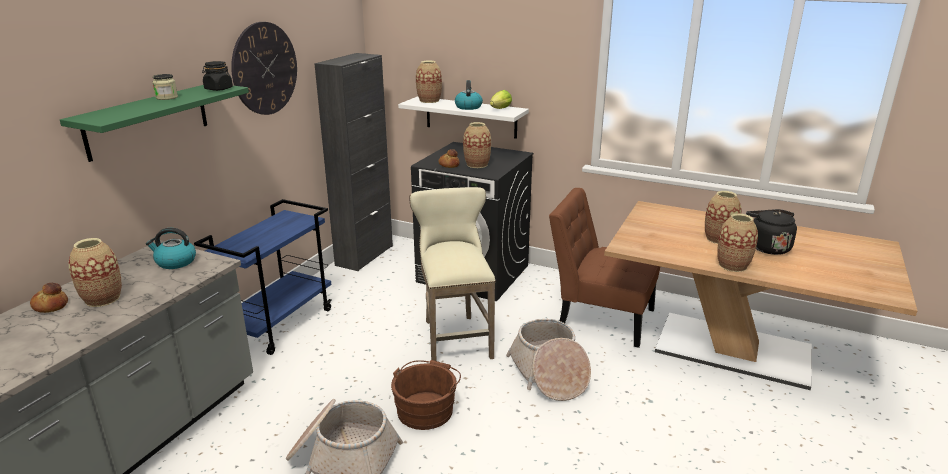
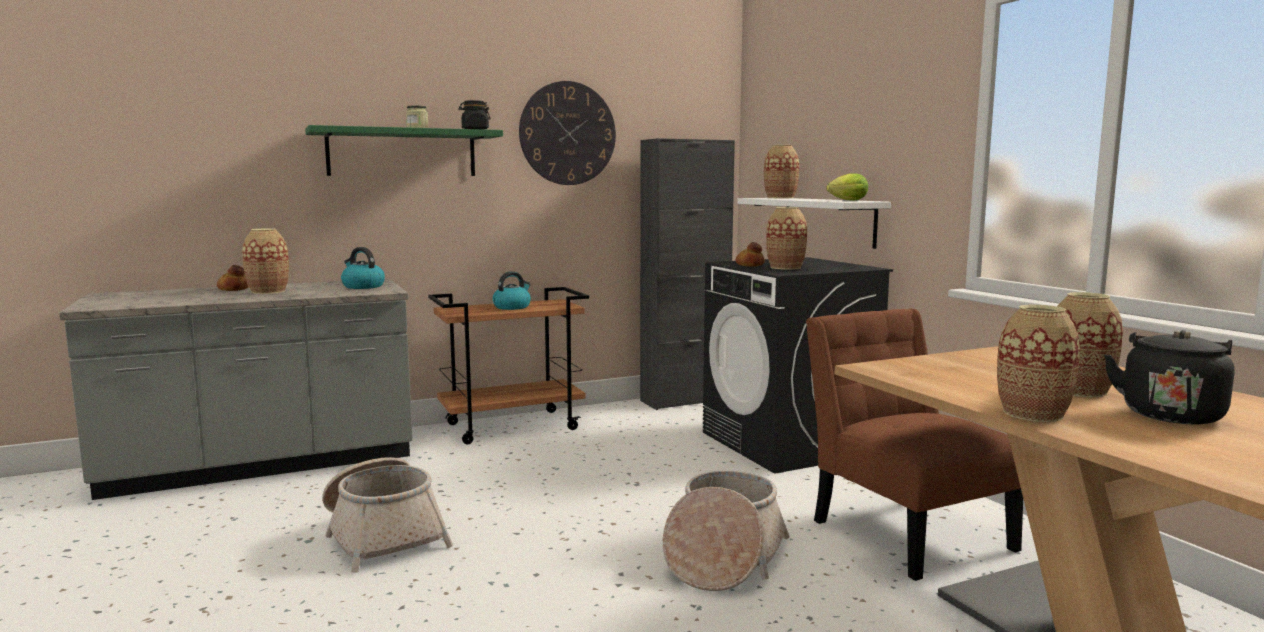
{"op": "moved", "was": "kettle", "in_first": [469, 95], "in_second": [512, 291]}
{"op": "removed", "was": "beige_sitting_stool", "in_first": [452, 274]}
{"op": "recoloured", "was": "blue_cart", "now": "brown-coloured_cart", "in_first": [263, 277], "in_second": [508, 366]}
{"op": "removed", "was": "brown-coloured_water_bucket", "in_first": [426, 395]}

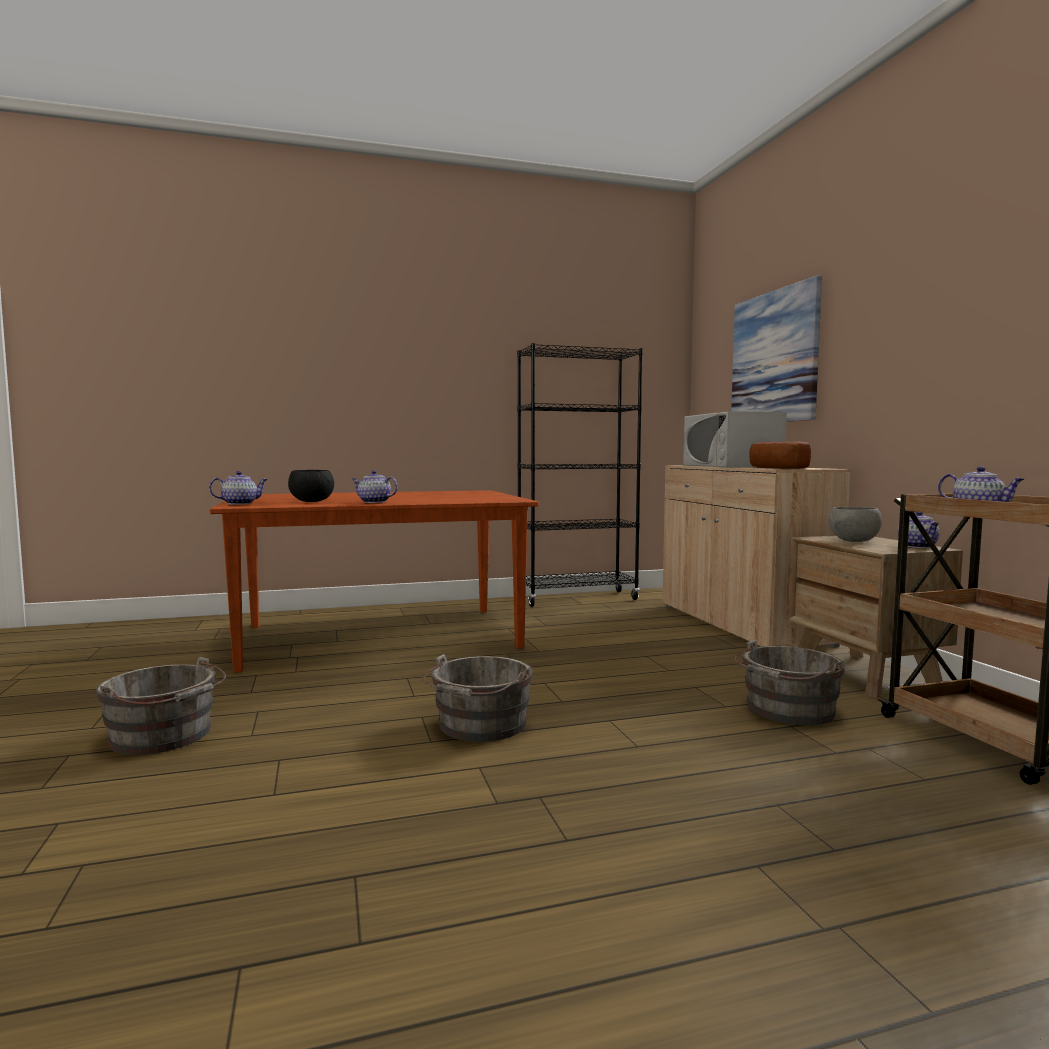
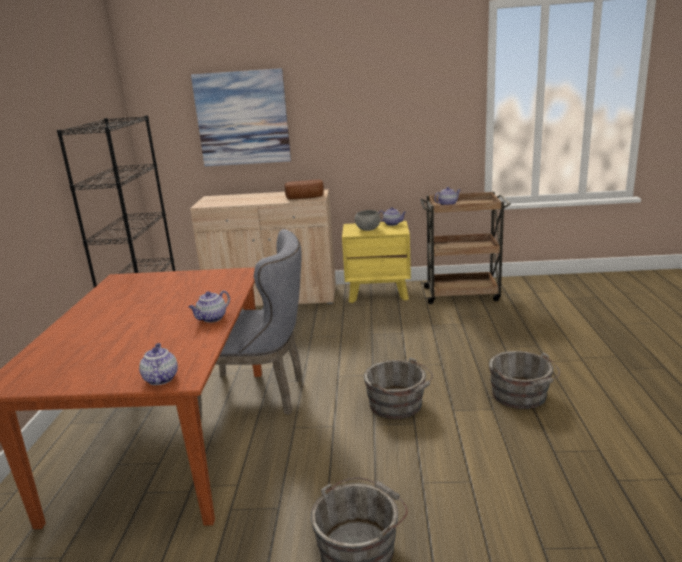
{"op": "removed", "was": "whitish_microwave", "in_first": [735, 439]}
{"op": "removed", "was": "black_deep_dish", "in_first": [311, 486]}
{"op": "recoloured", "was": "brown-coloured_nightstand", "now": "yellow-coloured_nightstand", "in_first": [875, 617], "in_second": [376, 262]}
{"op": "moved", "was": "greyish_water_bucket", "in_first": [789, 682], "in_second": [524, 380]}
{"op": "added", "now": "greyish_plain_chair", "in_second": [249, 324]}

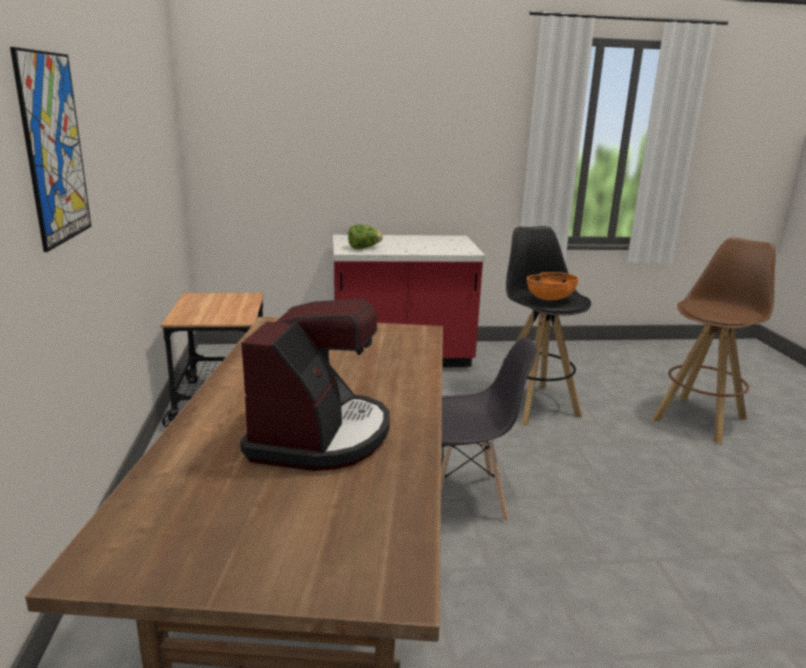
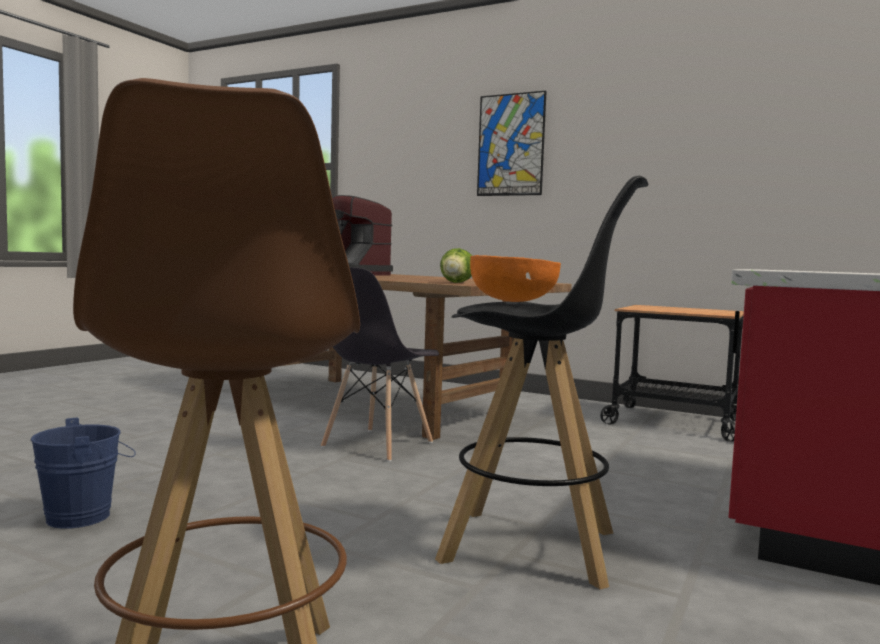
{"op": "moved", "was": "head_of_lettuce", "in_first": [365, 237], "in_second": [456, 265]}
{"op": "added", "now": "blue_water_bucket", "in_second": [83, 473]}

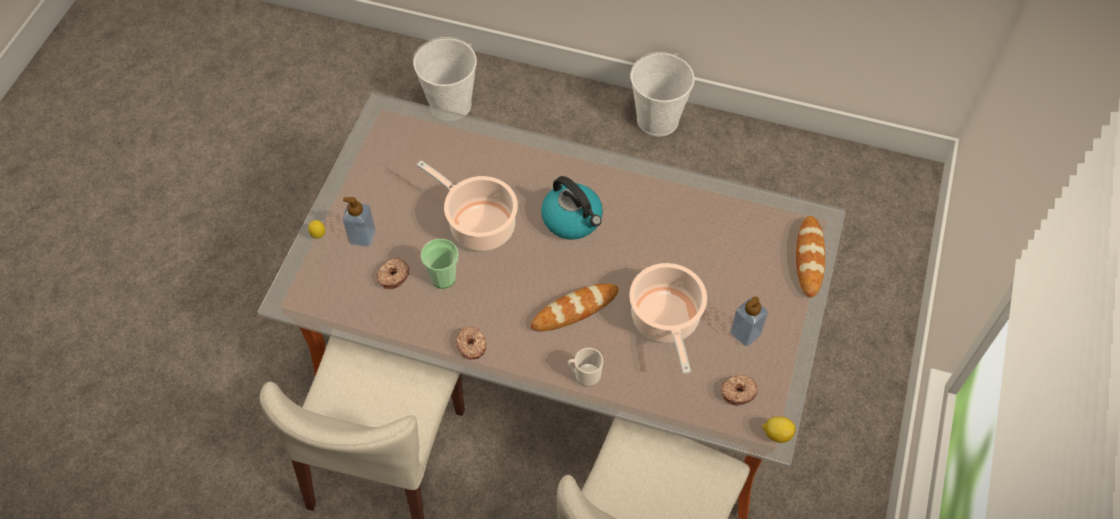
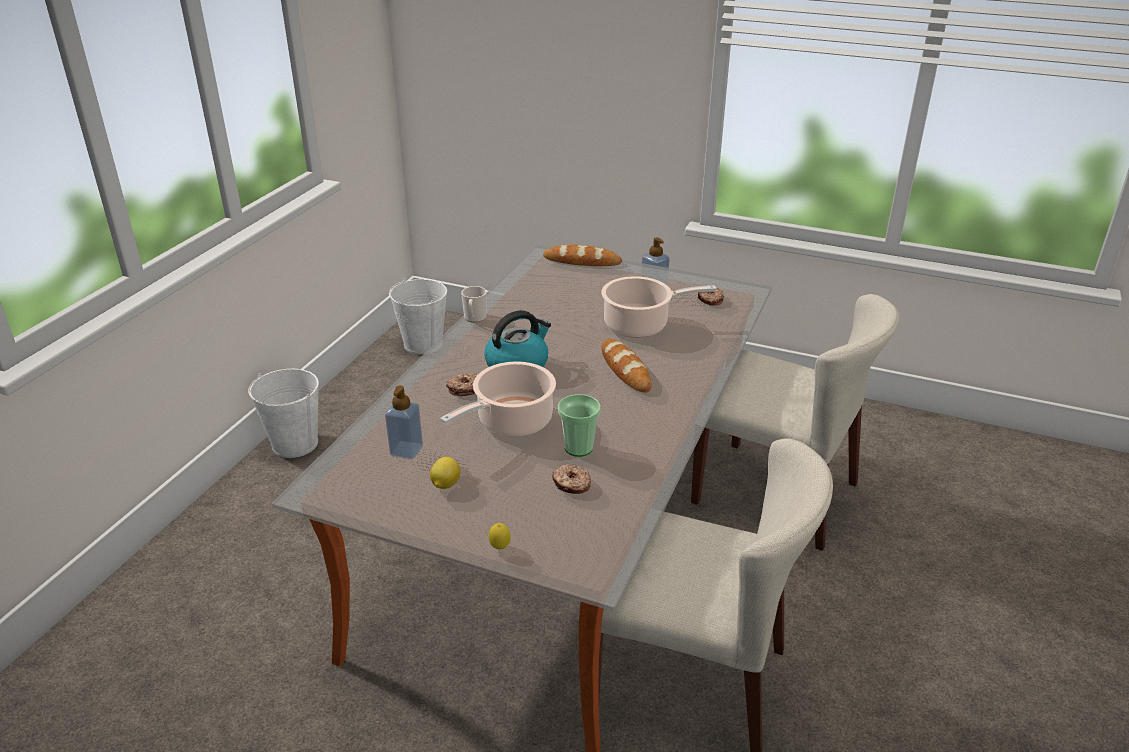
{"op": "moved", "was": "whitish_water_bucket", "in_first": [445, 76], "in_second": [418, 316]}
{"op": "moved", "was": "soap_dispenser", "in_first": [359, 222], "in_second": [404, 422]}
{"op": "moved", "was": "doughnut", "in_first": [471, 343], "in_second": [461, 384]}
{"op": "moved", "was": "coffee_mug", "in_first": [585, 367], "in_second": [474, 304]}
{"op": "moved", "was": "citrus_fruit", "in_first": [779, 429], "in_second": [445, 473]}

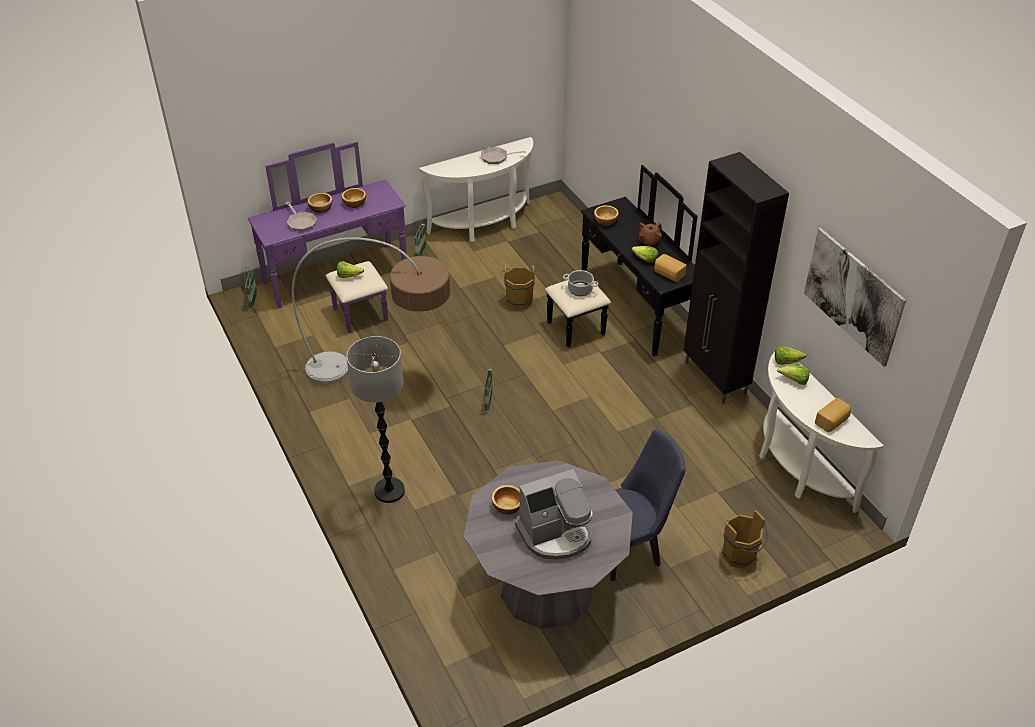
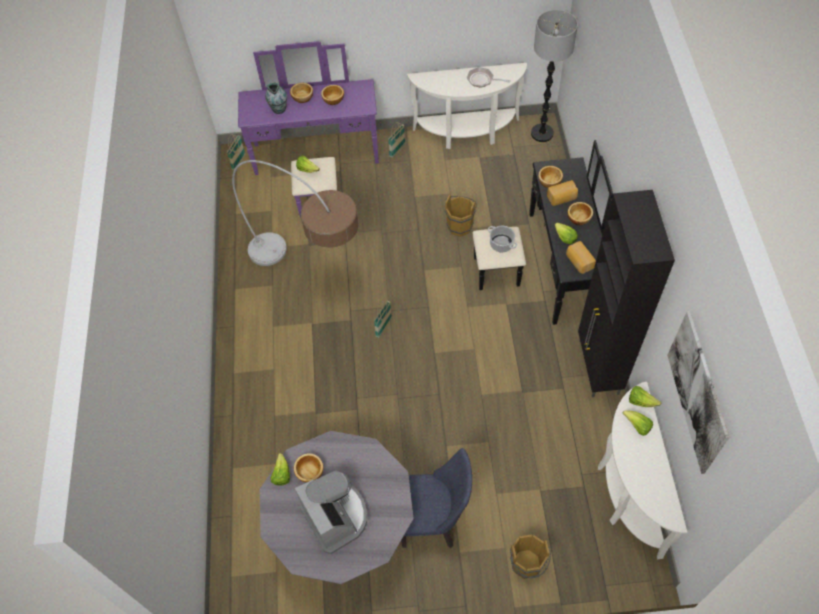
{"op": "replaced", "was": "skillet", "now": "flower_vase", "in_first": [301, 216], "in_second": [276, 98]}
{"op": "replaced", "was": "brown-coloured_teapot", "now": "deep_dish", "in_first": [650, 235], "in_second": [580, 213]}
{"op": "moved", "was": "standing_lamp", "in_first": [375, 419], "in_second": [554, 76]}
{"op": "moved", "was": "bakery_bread", "in_first": [833, 415], "in_second": [562, 193]}
{"op": "turned", "was": "coffee_brewer", "in_first": [554, 514], "in_second": [331, 512], "clockwise": -120}
{"op": "added", "now": "head_of_lettuce", "in_second": [280, 469]}

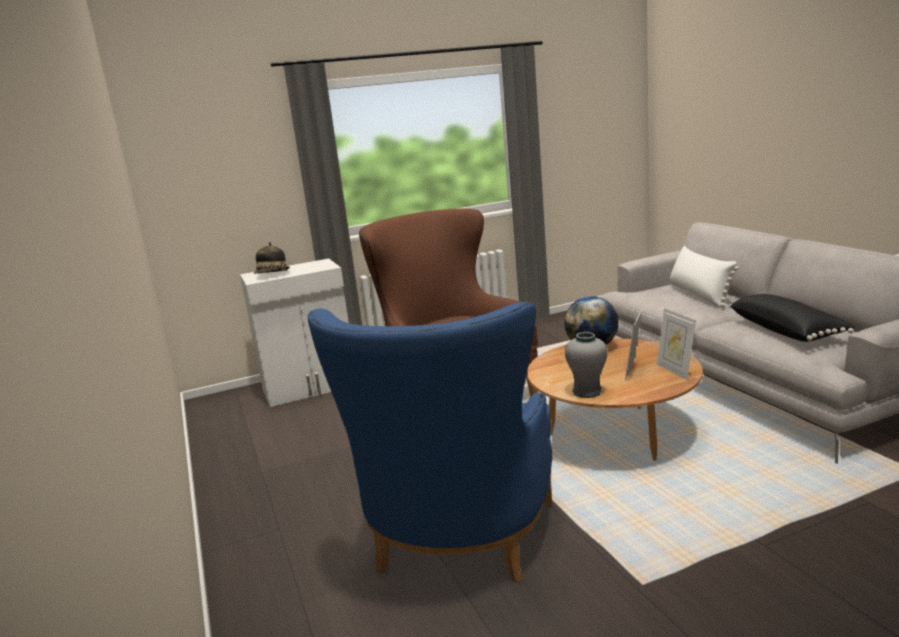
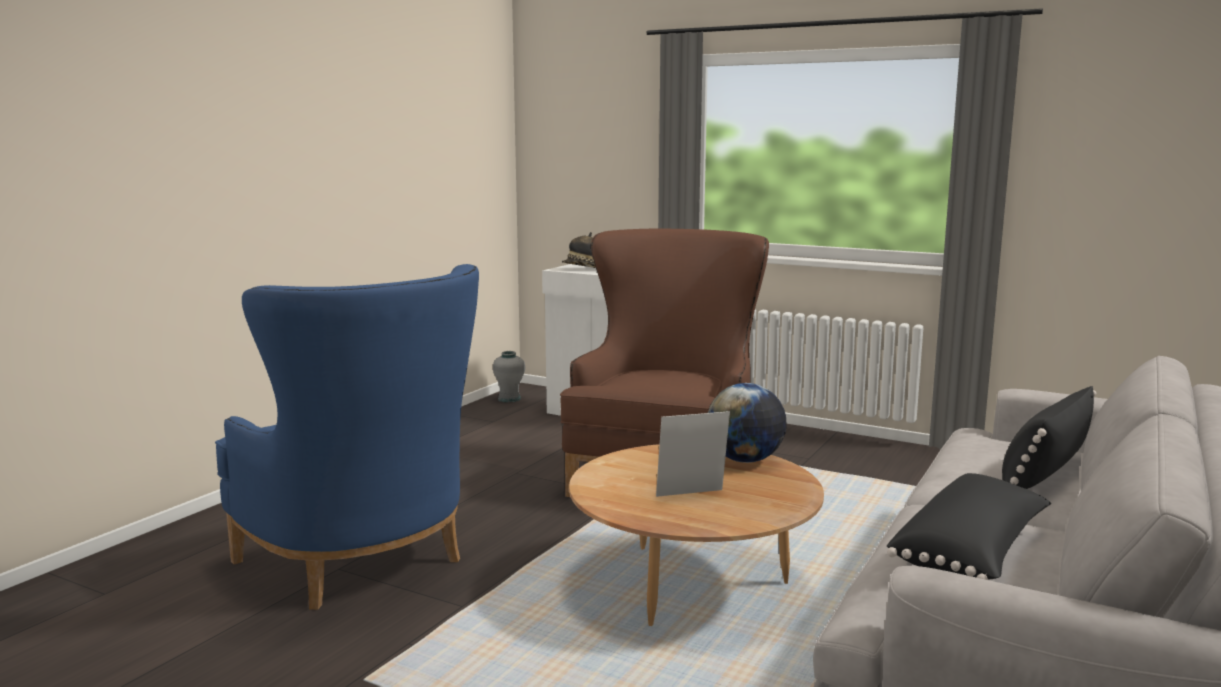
{"op": "recoloured", "was": "whitish_cushion", "now": "black_cushion", "in_first": [704, 276], "in_second": [1049, 437]}
{"op": "turned", "was": "blue_armchair", "in_first": [430, 442], "in_second": [347, 437], "clockwise": -105}
{"op": "removed", "was": "standing_frame", "in_first": [676, 343]}
{"op": "moved", "was": "greyish_flower_vase", "in_first": [586, 365], "in_second": [509, 377]}

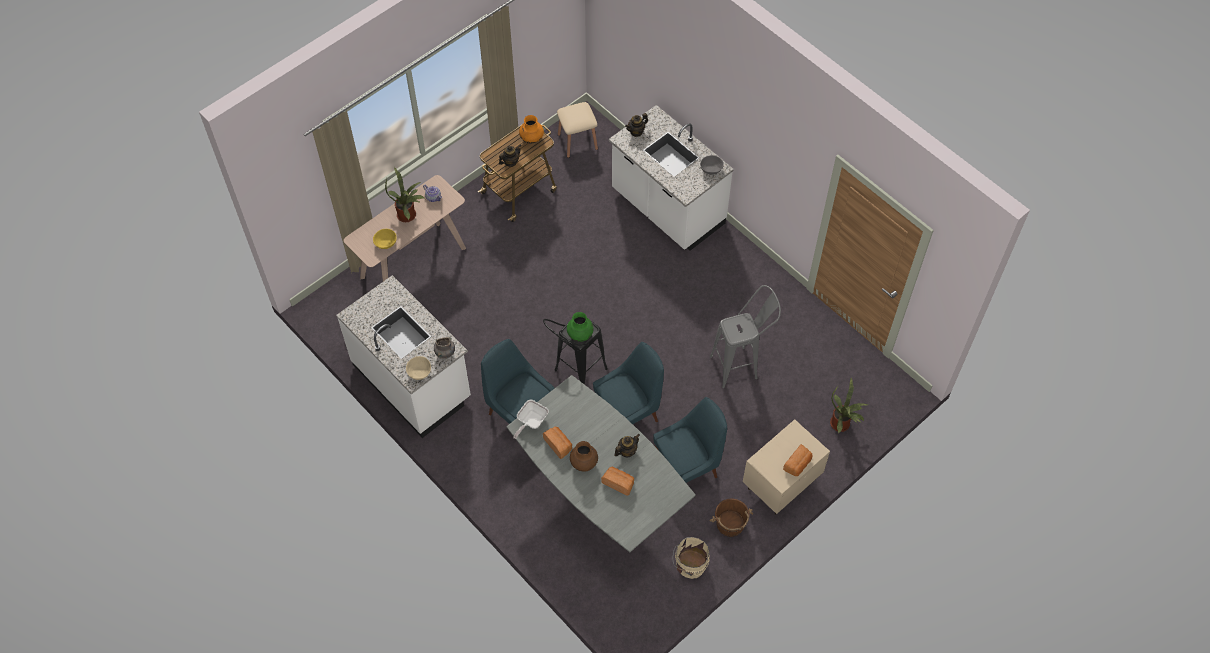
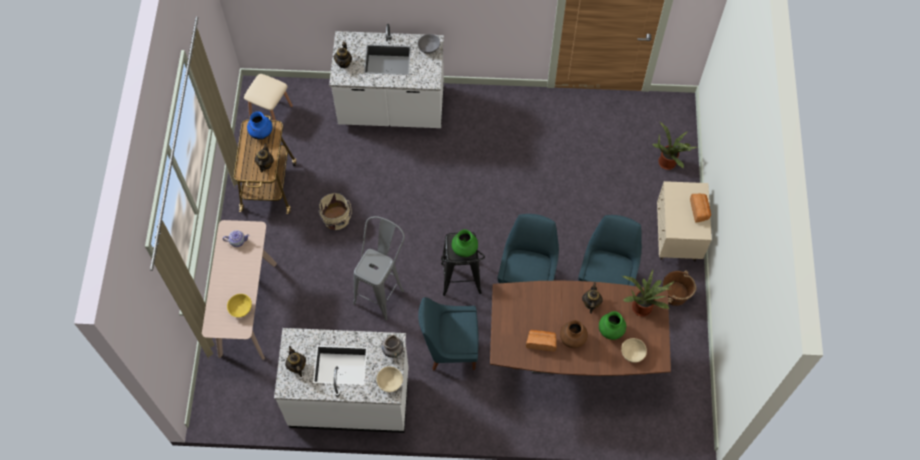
{"op": "recoloured", "was": "orange_flower_vase", "now": "blue_flower_vase", "in_first": [531, 129], "in_second": [260, 125]}
{"op": "moved", "was": "houseplant", "in_first": [405, 194], "in_second": [648, 293]}
{"op": "moved", "was": "greyish_sitting_stool", "in_first": [745, 336], "in_second": [379, 268]}
{"op": "recoloured", "was": "greyish_dining_table", "now": "brown-coloured_dining_table", "in_first": [601, 463], "in_second": [580, 328]}
{"op": "removed", "was": "skillet", "in_first": [531, 419]}
{"op": "replaced", "was": "bakery_bread", "now": "greenish_flower_vase", "in_first": [617, 481], "in_second": [612, 325]}
{"op": "moved", "was": "beige_water_bucket", "in_first": [691, 558], "in_second": [335, 211]}
{"op": "added", "now": "beige_deep_dish", "in_second": [634, 350]}
{"op": "added", "now": "teapot", "in_second": [295, 361]}

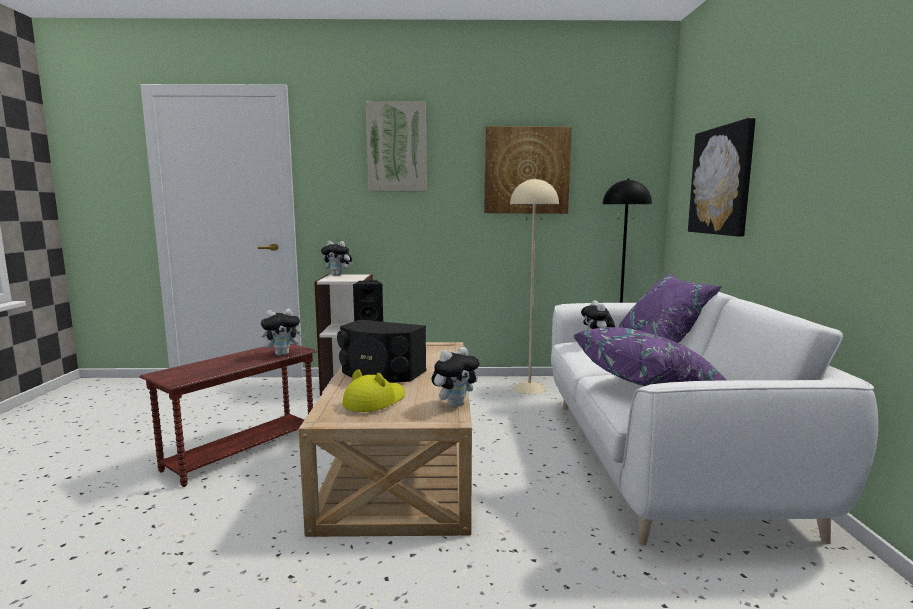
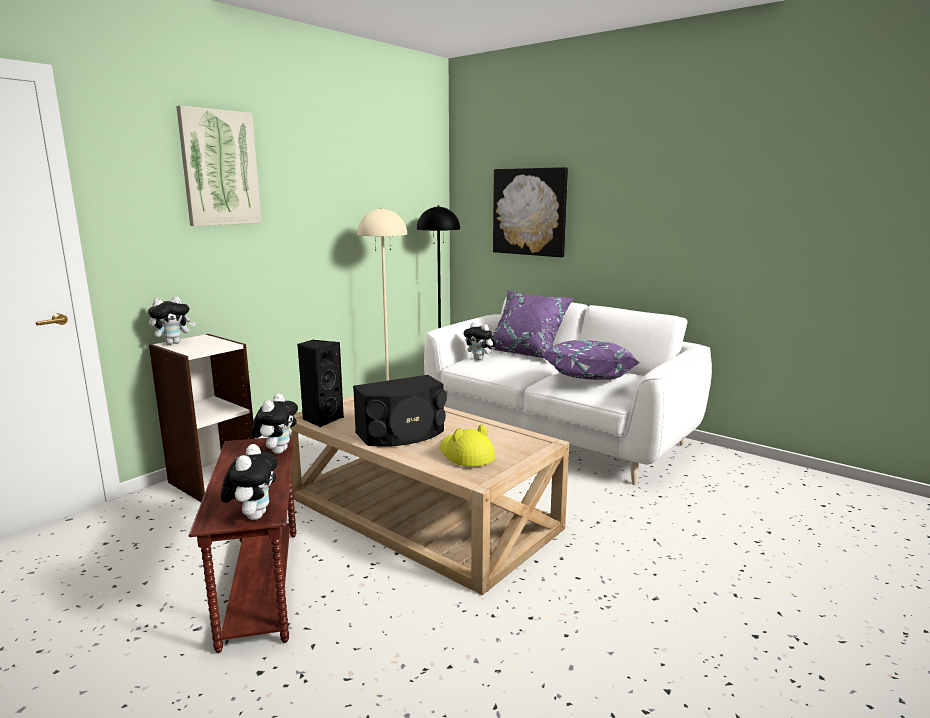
{"op": "removed", "was": "picture", "in_first": [528, 170]}
{"op": "moved", "was": "soft_toy", "in_first": [456, 377], "in_second": [249, 482]}

